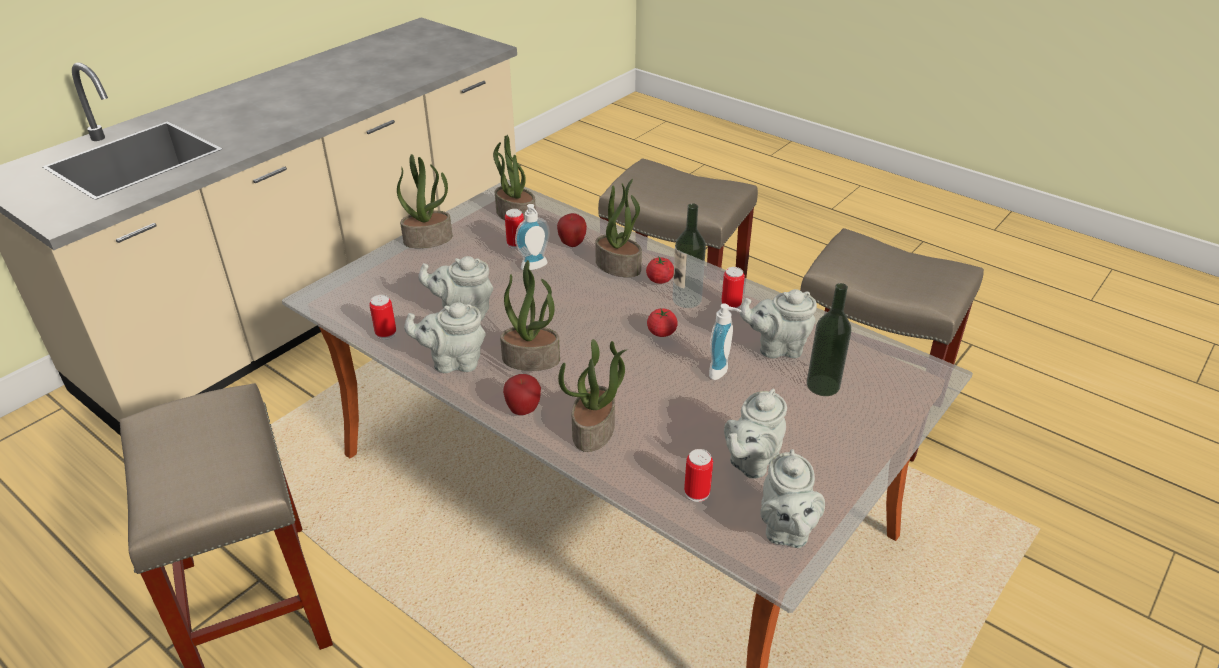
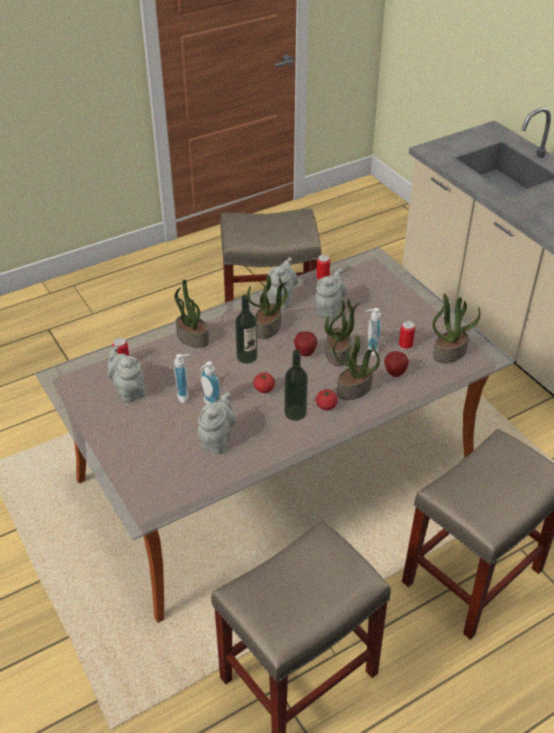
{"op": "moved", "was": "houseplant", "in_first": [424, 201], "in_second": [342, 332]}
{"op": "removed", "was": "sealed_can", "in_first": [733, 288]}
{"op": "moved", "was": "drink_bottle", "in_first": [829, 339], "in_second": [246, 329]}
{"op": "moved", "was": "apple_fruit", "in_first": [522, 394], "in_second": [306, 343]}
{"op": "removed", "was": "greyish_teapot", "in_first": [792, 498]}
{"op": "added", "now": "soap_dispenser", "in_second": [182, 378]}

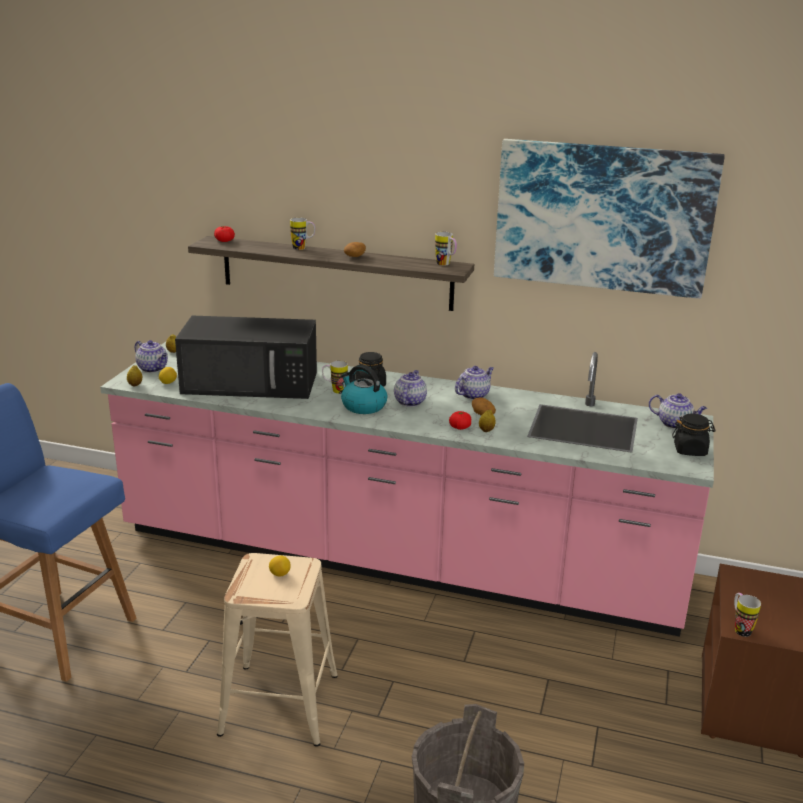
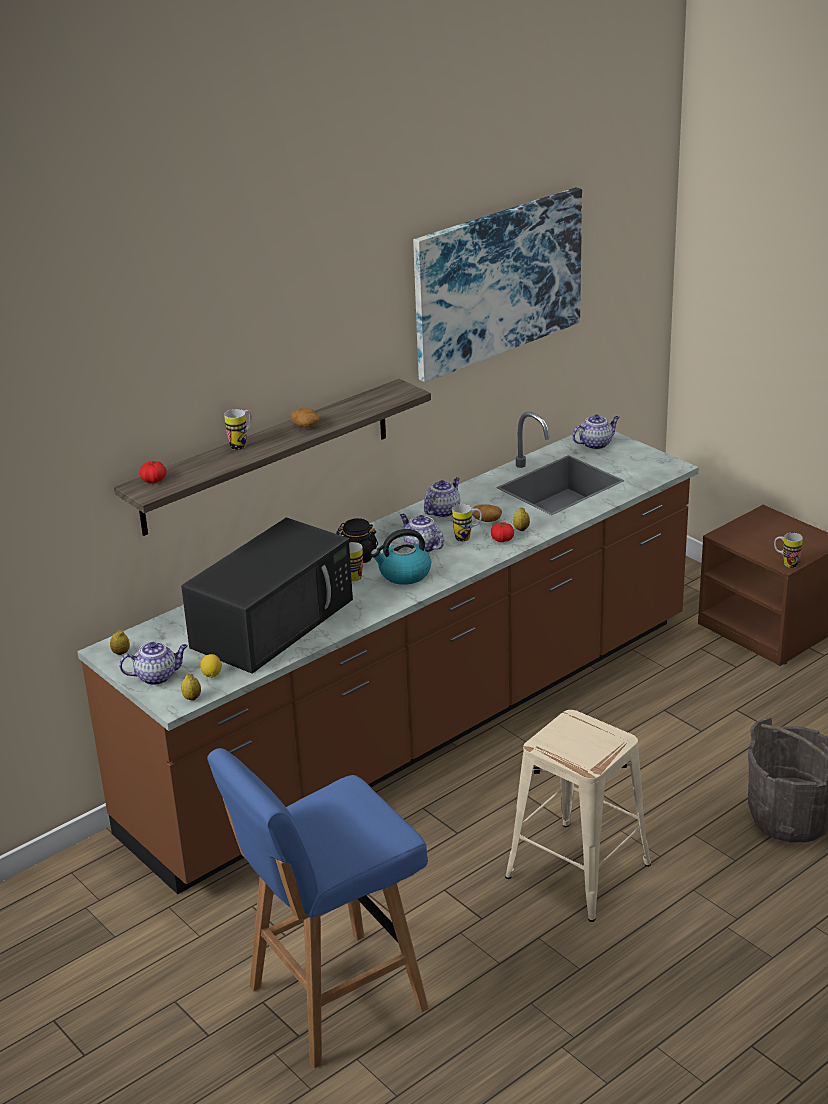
{"op": "moved", "was": "coffee_mug", "in_first": [446, 249], "in_second": [467, 523]}
{"op": "recoloured", "was": "pinkish_kitchen_counter", "now": "brown-coloured_kitchen_counter", "in_first": [407, 489], "in_second": [388, 653]}
{"op": "turned", "was": "teapot", "in_first": [474, 383], "in_second": [442, 497], "clockwise": 45}
{"op": "removed", "was": "black_storage_jar", "in_first": [694, 434]}
{"op": "removed", "was": "citrus_fruit", "in_first": [279, 565]}

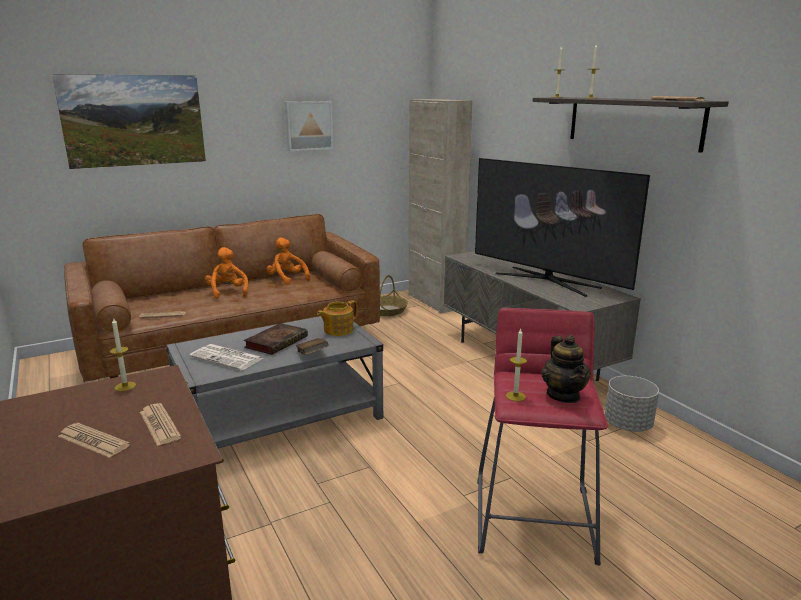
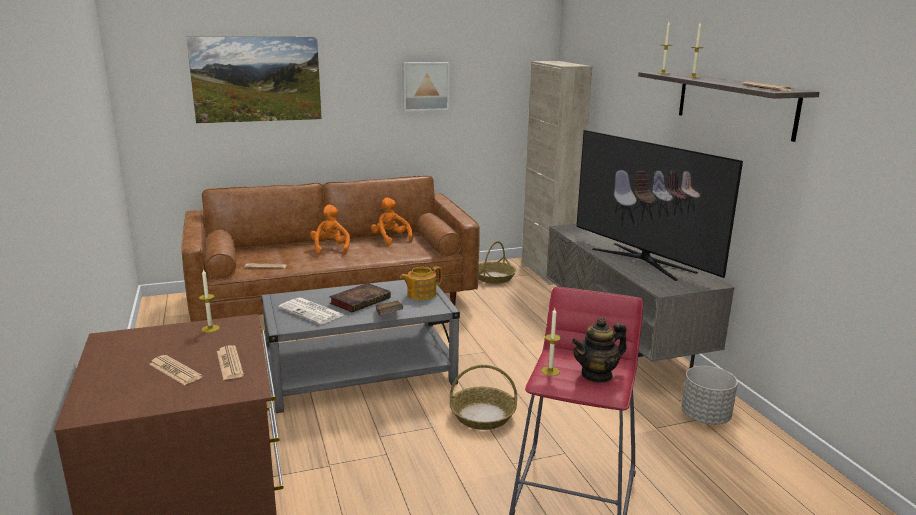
{"op": "turned", "was": "teapot", "in_first": [566, 369], "in_second": [599, 350], "clockwise": 60}
{"op": "added", "now": "basket", "in_second": [483, 397]}

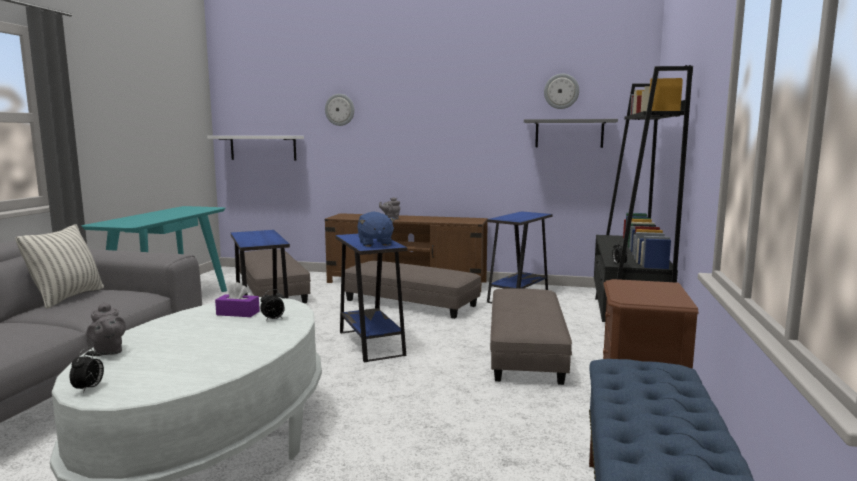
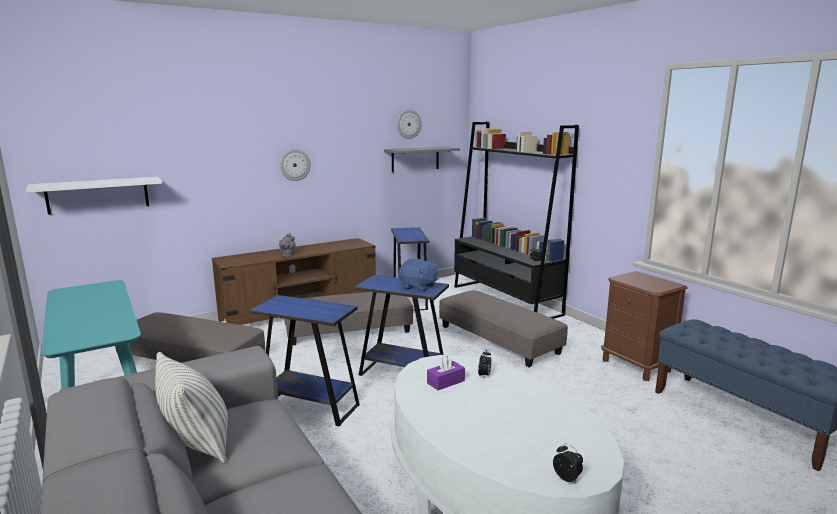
{"op": "moved", "was": "wall_clock", "in_first": [339, 110], "in_second": [295, 165]}
{"op": "removed", "was": "greyish_teapot", "in_first": [106, 328]}

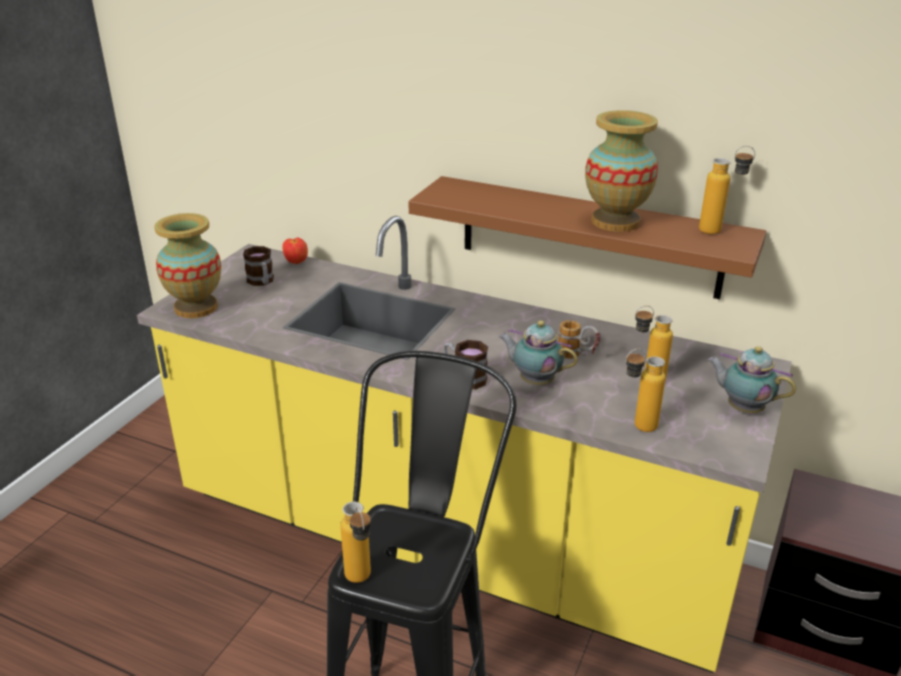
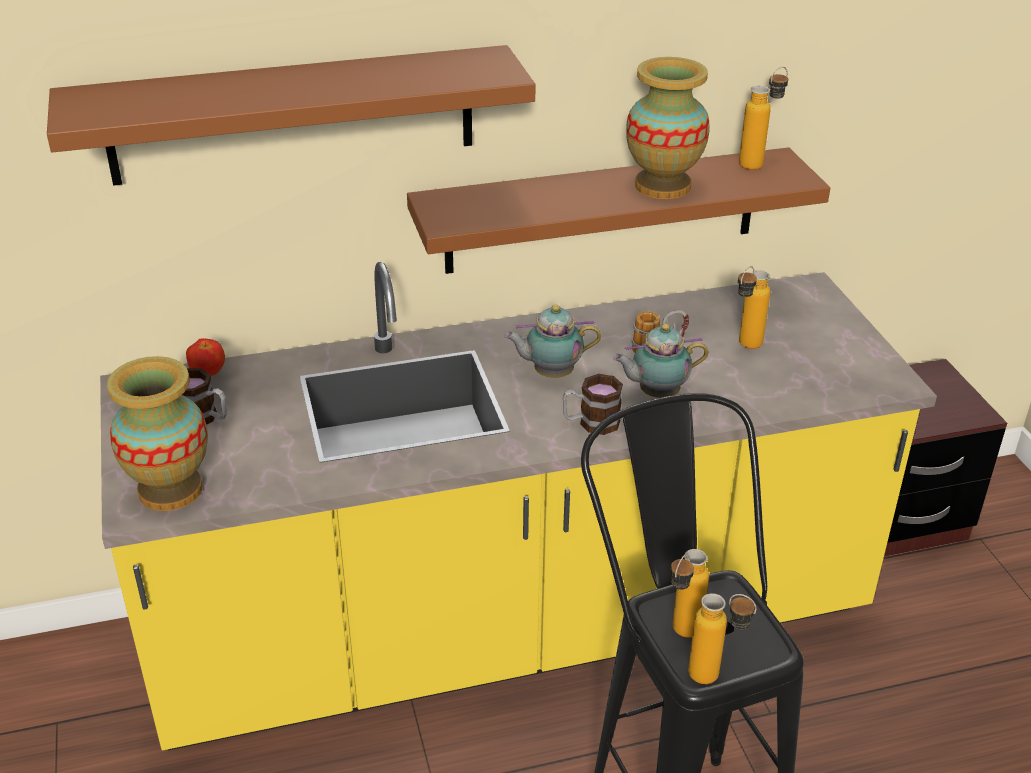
{"op": "moved", "was": "teapot", "in_first": [752, 379], "in_second": [552, 341]}
{"op": "moved", "was": "drink_bottle", "in_first": [646, 390], "in_second": [689, 593]}
{"op": "added", "now": "brown-coloured_shelf", "in_second": [291, 115]}

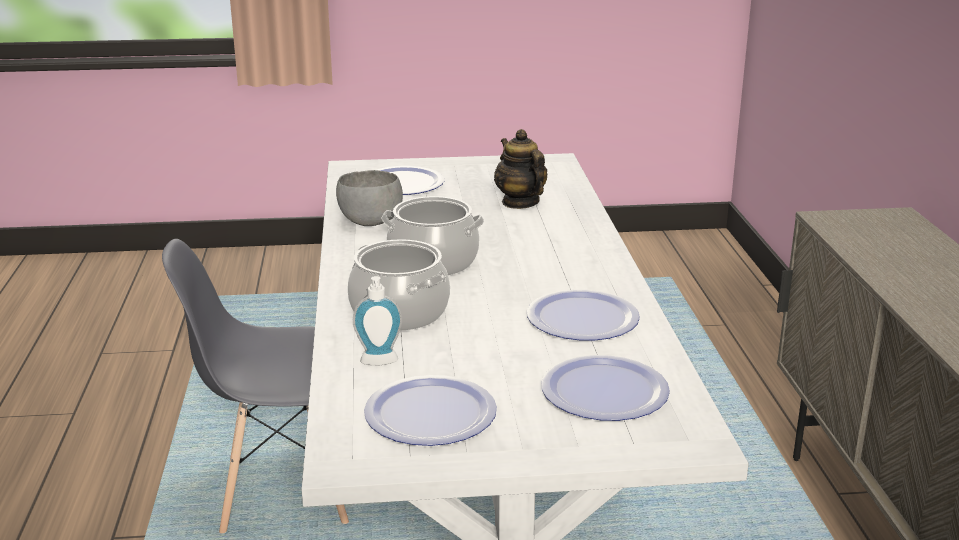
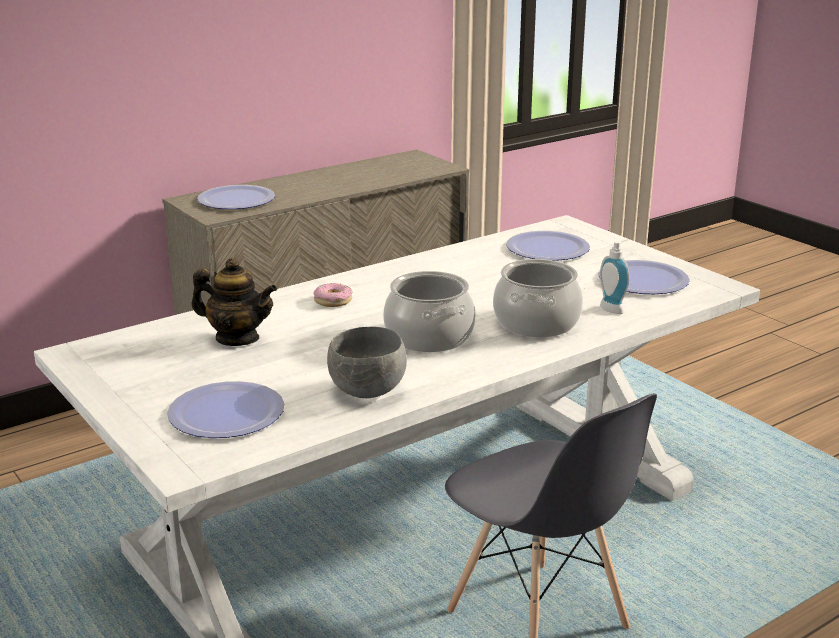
{"op": "turned", "was": "teapot", "in_first": [520, 169], "in_second": [234, 302], "clockwise": -105}
{"op": "moved", "was": "flat_dish", "in_first": [583, 315], "in_second": [236, 197]}
{"op": "added", "now": "doughnut", "in_second": [333, 295]}

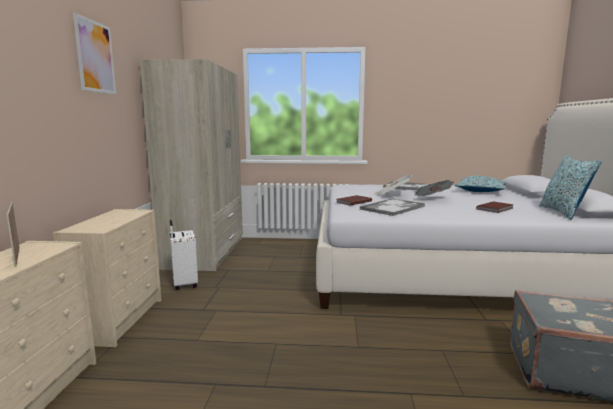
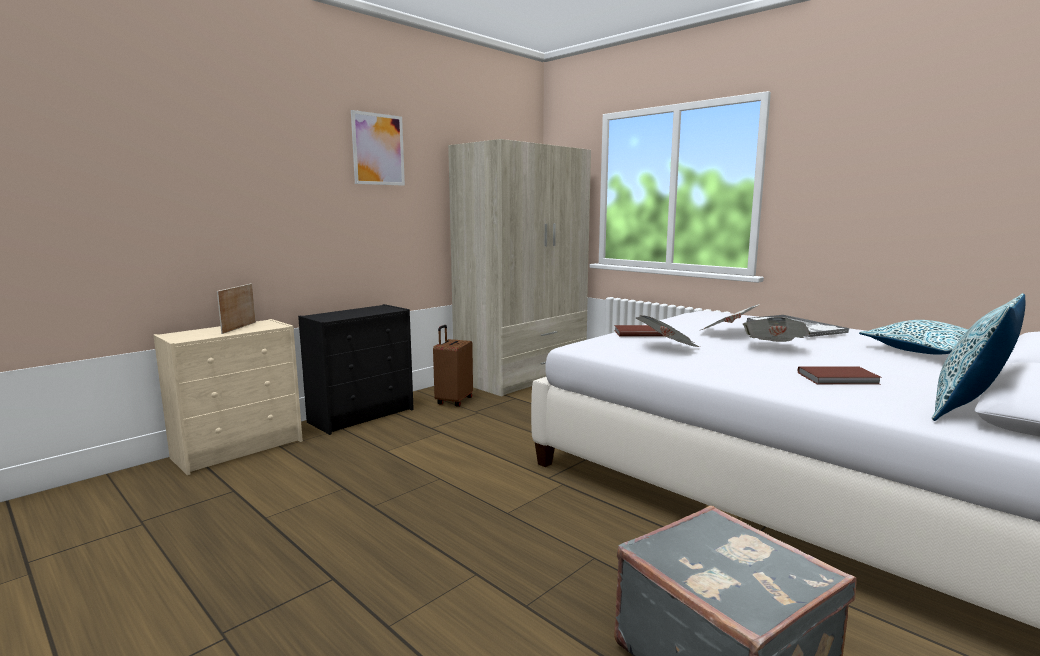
{"op": "replaced", "was": "serving_tray", "now": "daily_paper", "in_first": [392, 207], "in_second": [668, 331]}
{"op": "recoloured", "was": "beige_dresser", "now": "black_dresser", "in_first": [107, 278], "in_second": [356, 369]}
{"op": "recoloured", "was": "whitish_travel_case", "now": "brown-coloured_travel_case", "in_first": [184, 255], "in_second": [453, 366]}

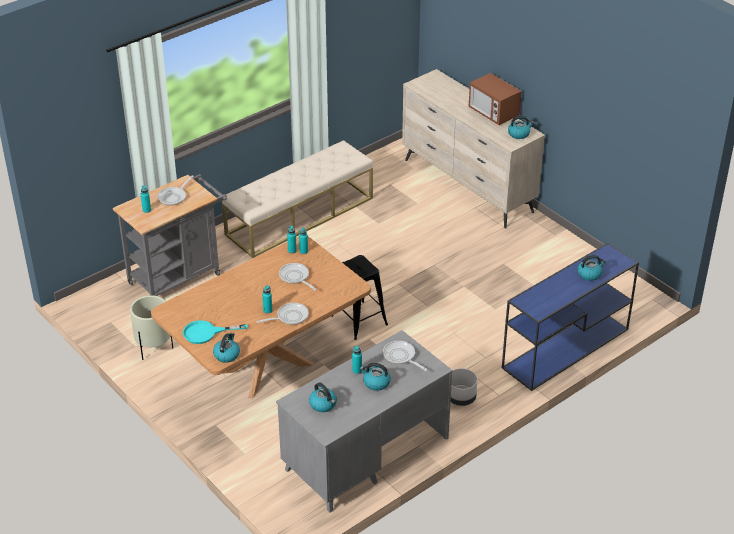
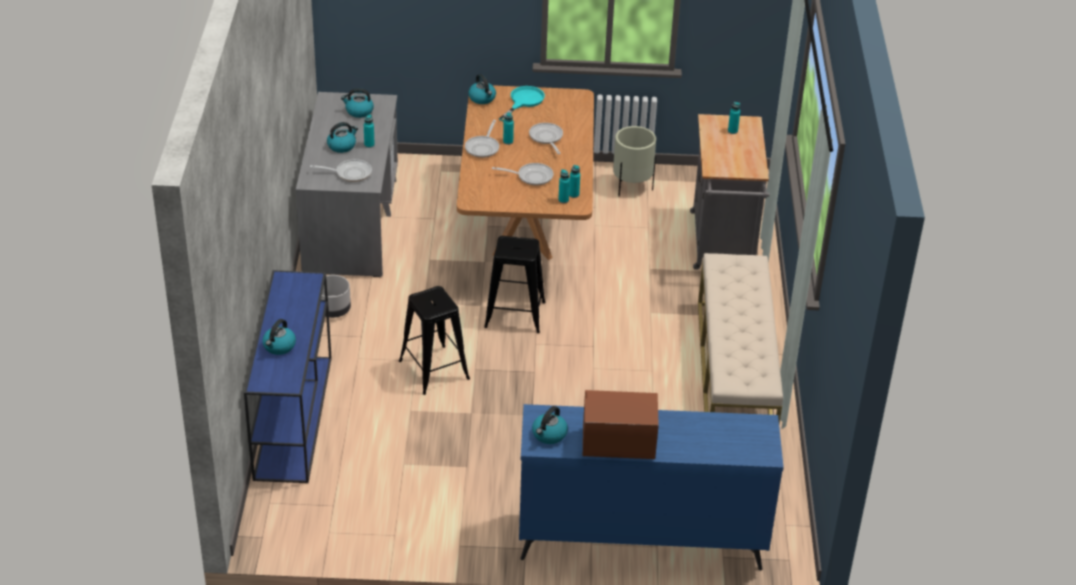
{"op": "recoloured", "was": "beige_dresser", "now": "blue_dresser", "in_first": [473, 148], "in_second": [651, 487]}
{"op": "moved", "was": "skillet", "in_first": [175, 190], "in_second": [546, 138]}
{"op": "added", "now": "black_sitting_stool", "in_second": [434, 340]}

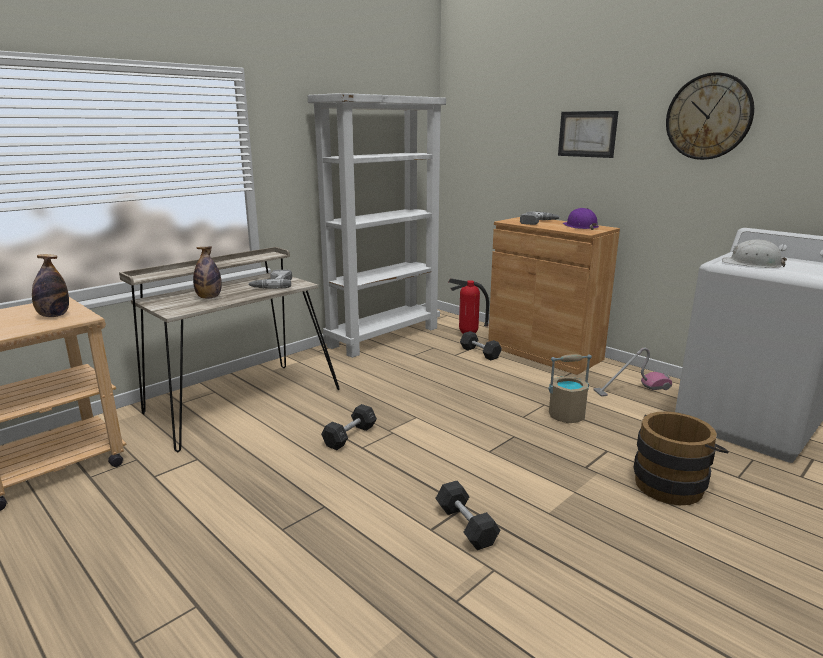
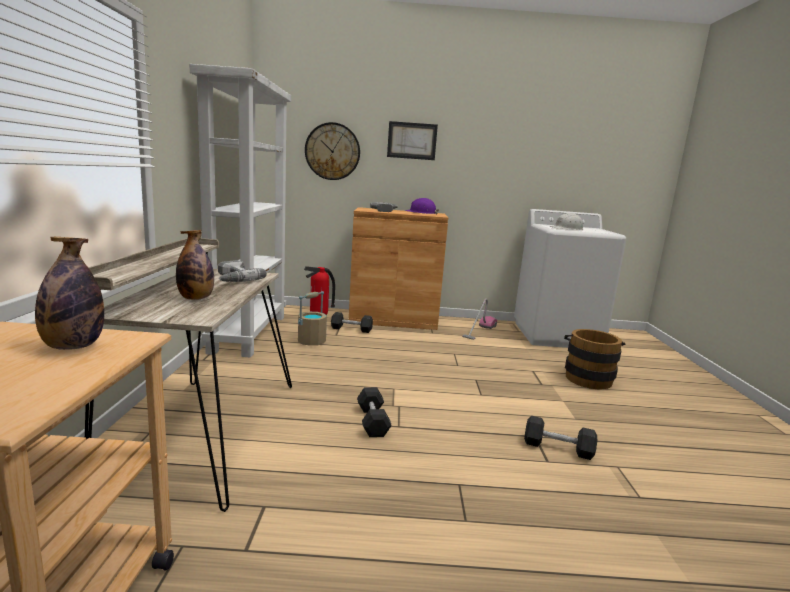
{"op": "moved", "was": "wall_clock", "in_first": [710, 116], "in_second": [332, 151]}
{"op": "moved", "was": "beige_water_bucket", "in_first": [570, 388], "in_second": [312, 318]}

